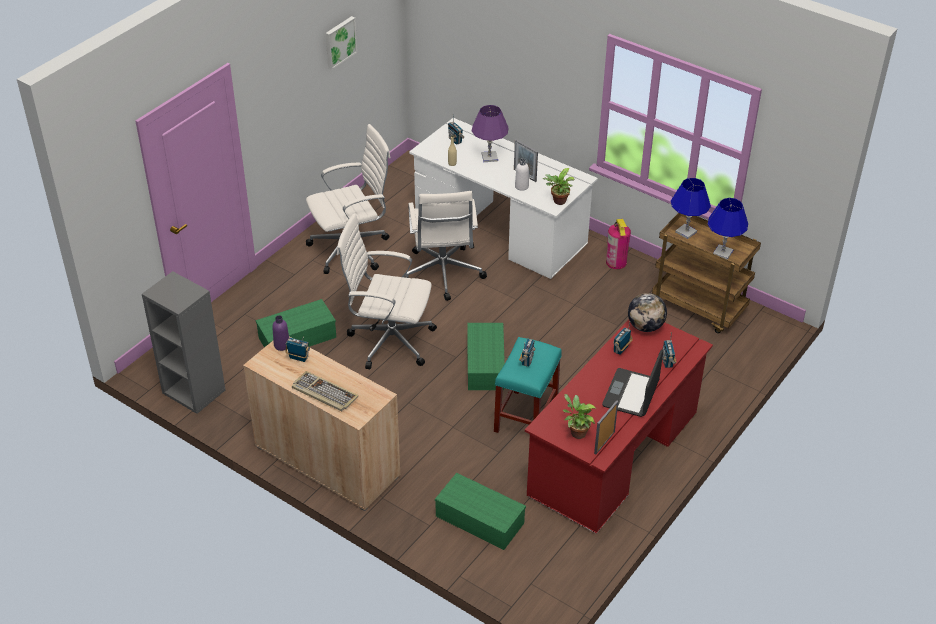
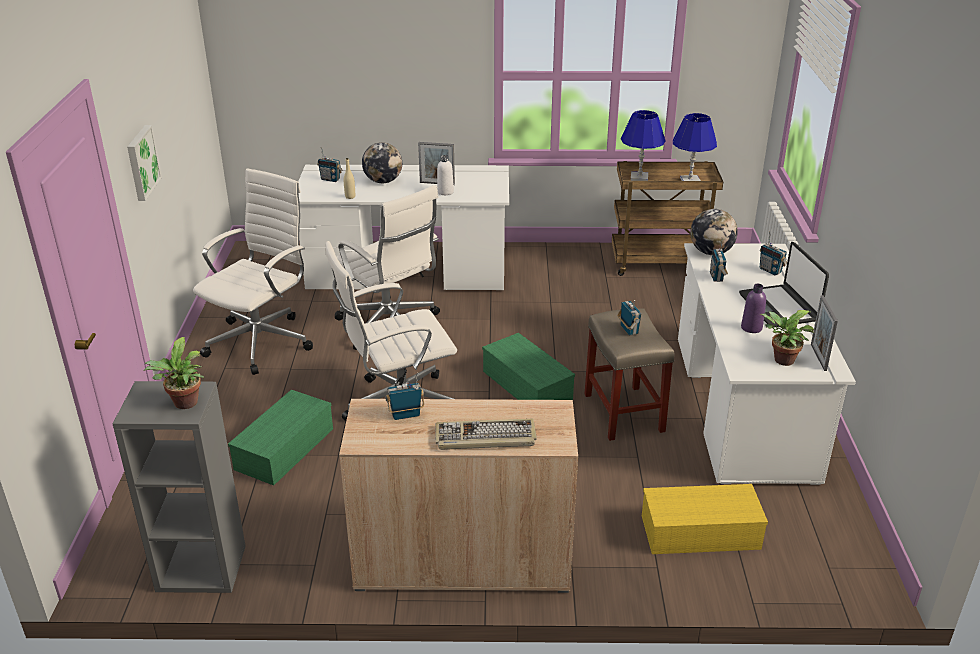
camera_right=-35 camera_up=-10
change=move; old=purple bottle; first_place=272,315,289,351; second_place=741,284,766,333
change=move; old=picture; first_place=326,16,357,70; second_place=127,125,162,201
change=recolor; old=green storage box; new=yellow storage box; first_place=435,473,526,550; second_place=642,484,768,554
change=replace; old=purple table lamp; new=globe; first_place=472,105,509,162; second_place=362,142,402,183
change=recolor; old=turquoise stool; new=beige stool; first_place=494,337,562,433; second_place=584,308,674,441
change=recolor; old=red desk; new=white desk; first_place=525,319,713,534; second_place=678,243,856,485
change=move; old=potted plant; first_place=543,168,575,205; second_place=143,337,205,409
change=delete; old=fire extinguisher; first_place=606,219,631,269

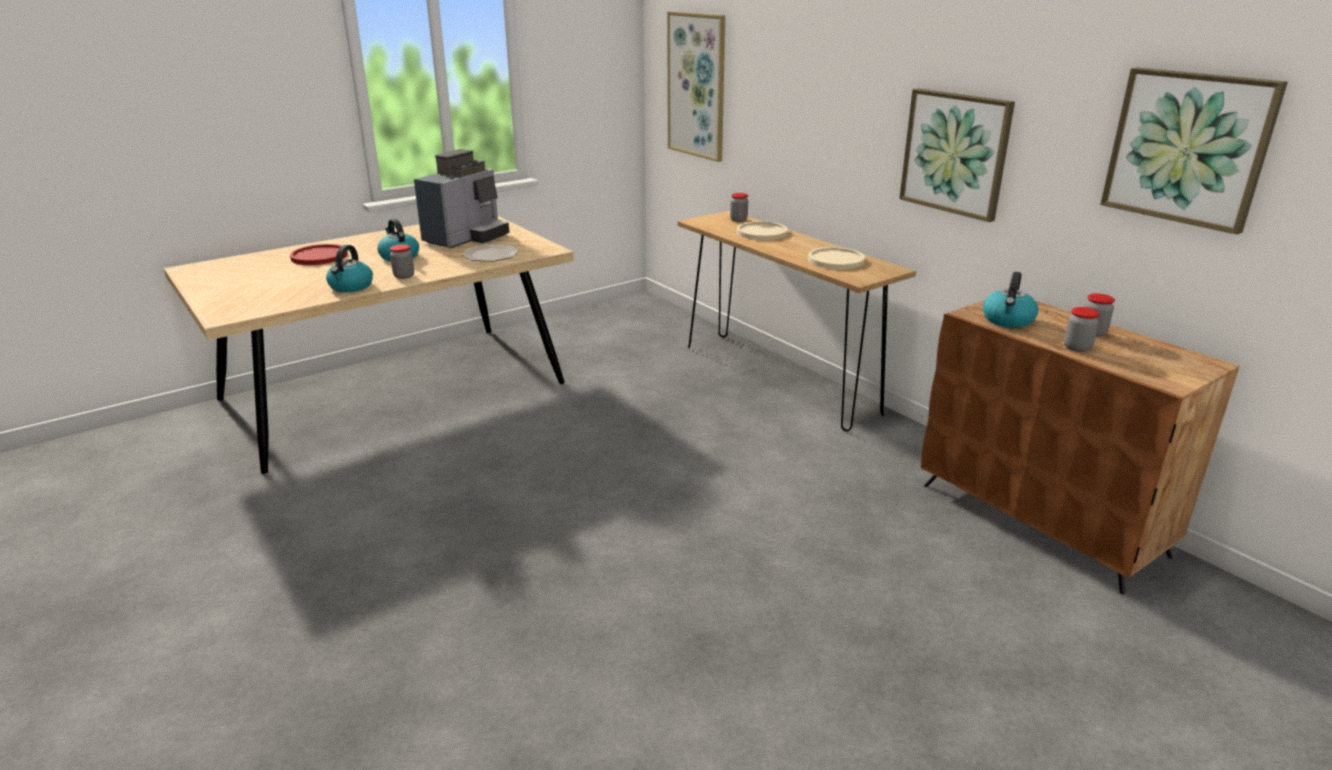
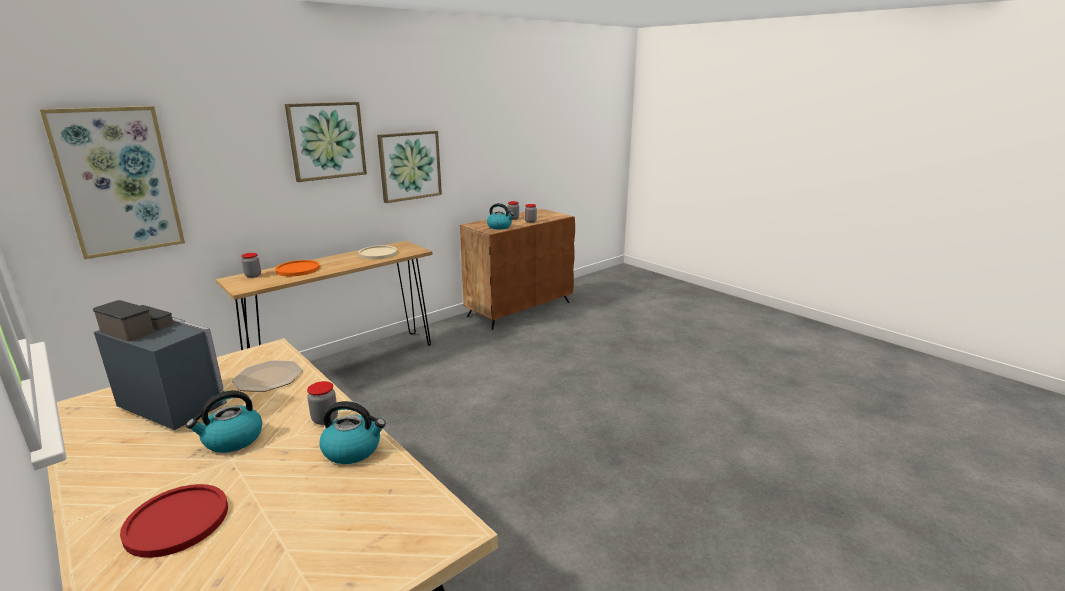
camera_right=-95 camera_up=-5
change=recolor; old=beige plate; new=orange plate; first_place=737,221,788,240; second_place=275,260,320,276
change=move; old=picture; first_place=1100,67,1288,235; second_place=285,102,367,182

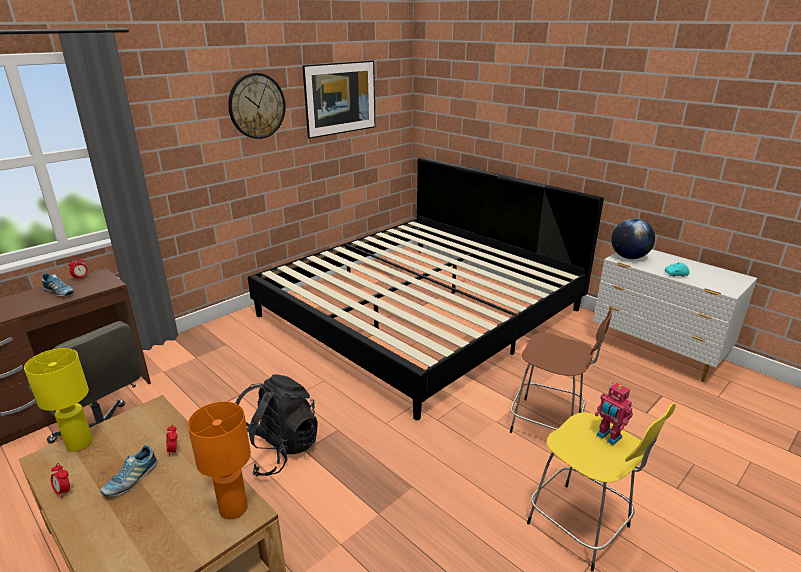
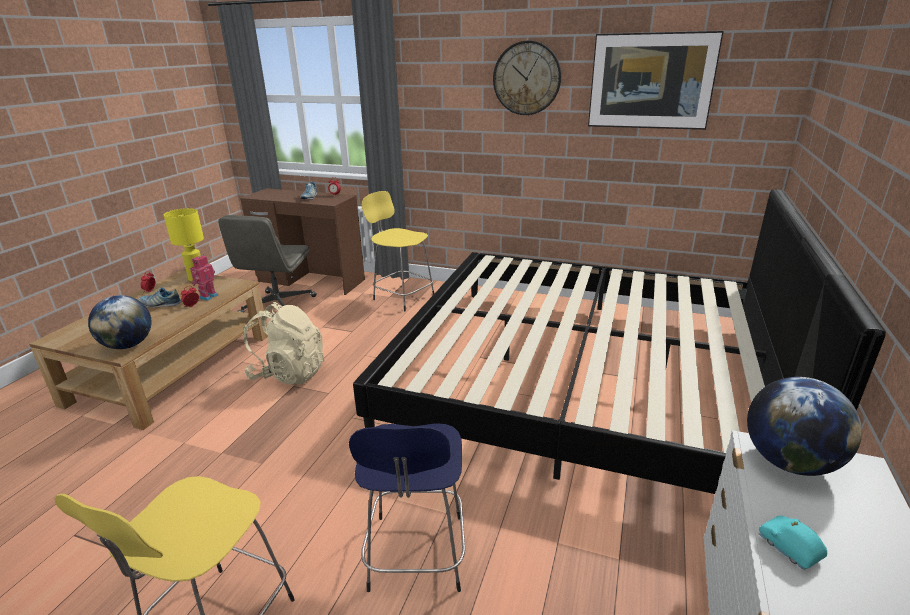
camera_right=65 camera_up=0
change=replace; old=orange table lamp; new=globe; first_place=188,401,251,519; second_place=88,295,152,349
change=recolor; old=black backpack; new=beige backpack; first_place=236,374,318,477; second_place=244,302,325,385
change=recolor; old=brown stool; new=blue stool; first_place=510,306,612,433; second_place=349,423,465,592
change=move; old=toy robot; first_place=595,382,633,445; second_place=190,254,218,301
change=insert; new=yellow stool; second_place=362,191,434,312

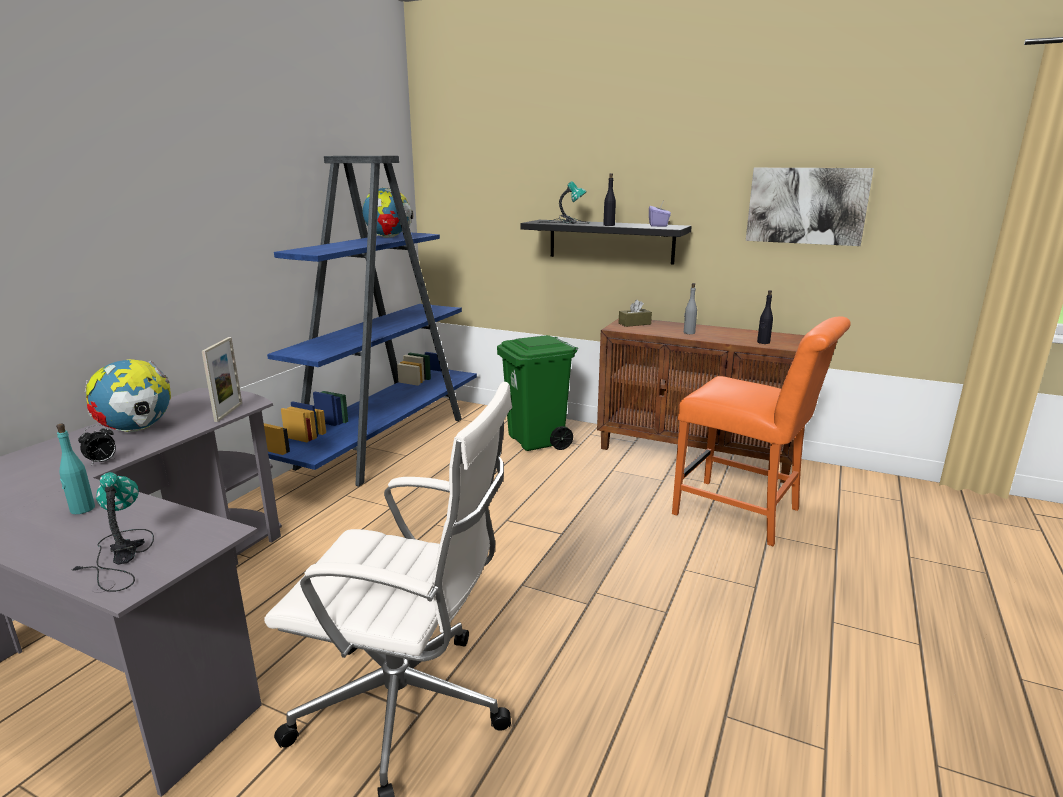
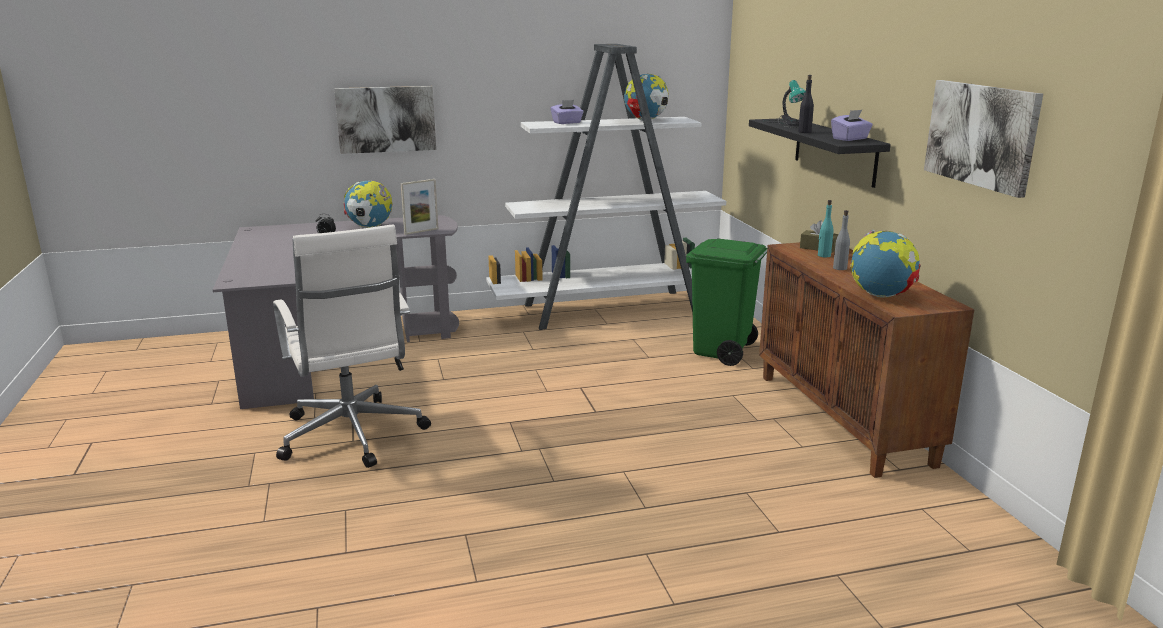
camera_right=50 camera_up=0
change=move; old=turquoise bottle; first_place=56,424,95,514; second_place=818,200,833,257
change=delete; old=table lamp; first_place=71,472,154,592
change=recolor; old=blue bookcase; new=white bookcase; first_place=264,156,477,487; second_place=486,44,726,330
change=delete; old=orange chair; first_place=672,317,851,546
change=replace; old=black bottle; new=globe; first_place=757,290,773,344; second_place=850,230,920,298
change=insert; new=picture; second_place=334,86,436,154
change=insert; new=purple tissue box; second_place=550,100,584,124

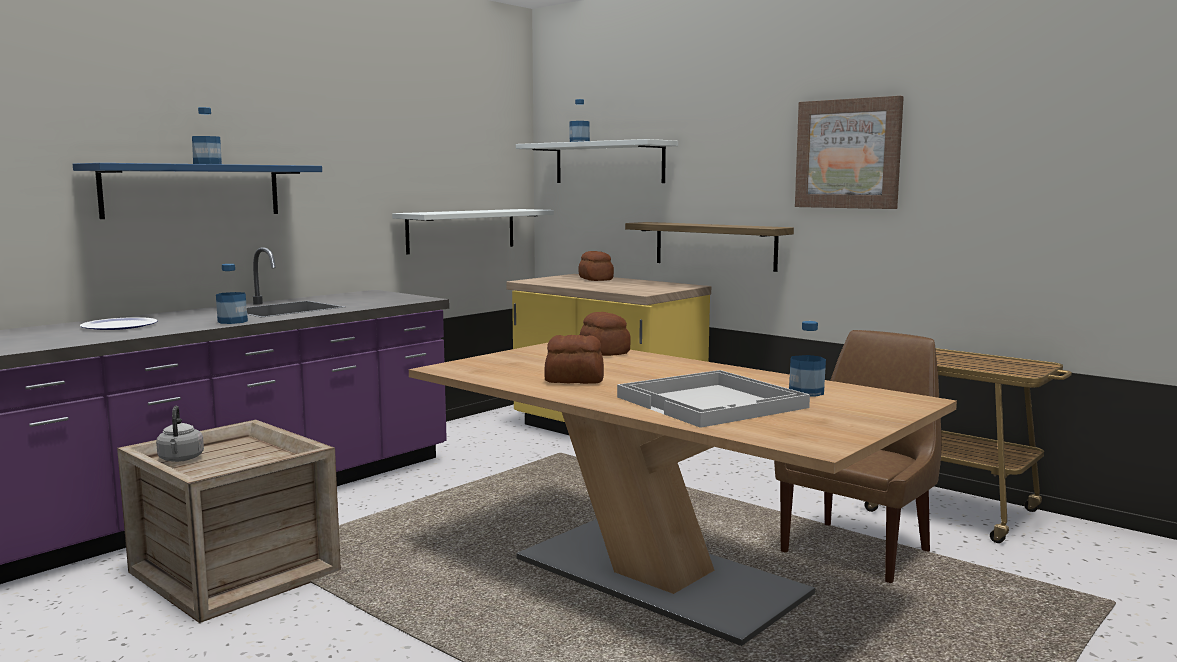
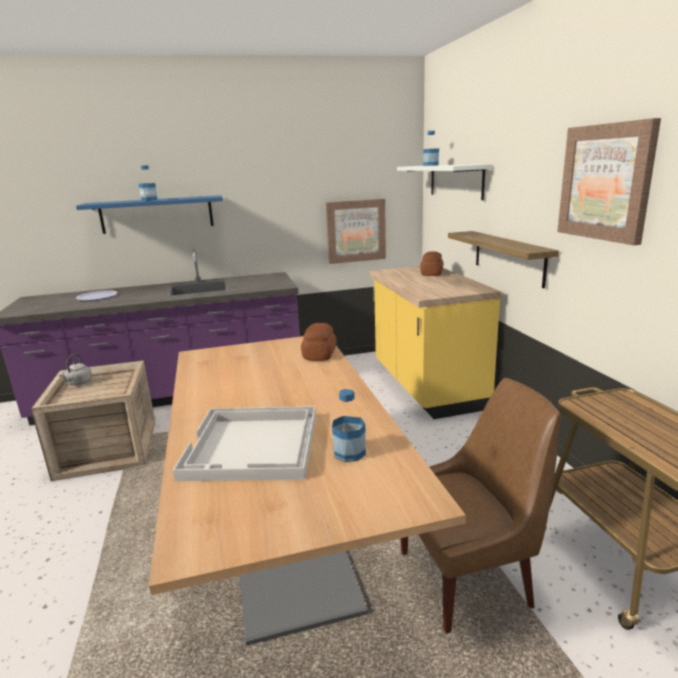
camera_right=35 camera_up=10
change=delete; old=bottle; first_place=216,264,248,324
change=replace; old=white shelf; new=picture; first_place=392,209,554,254; second_place=326,199,386,264
change=delete; old=bread; first_place=544,335,604,384

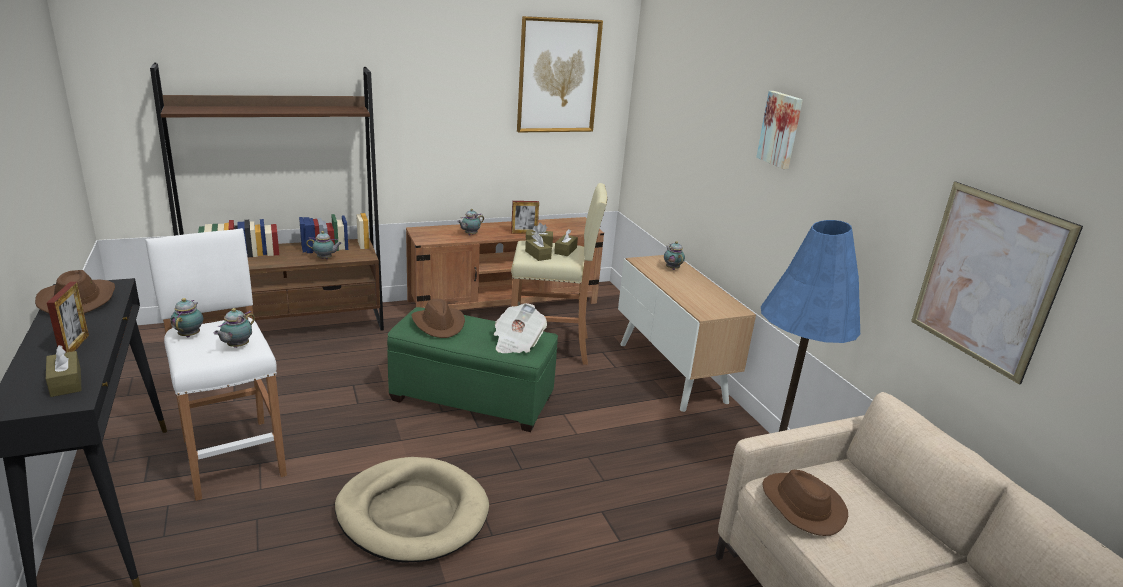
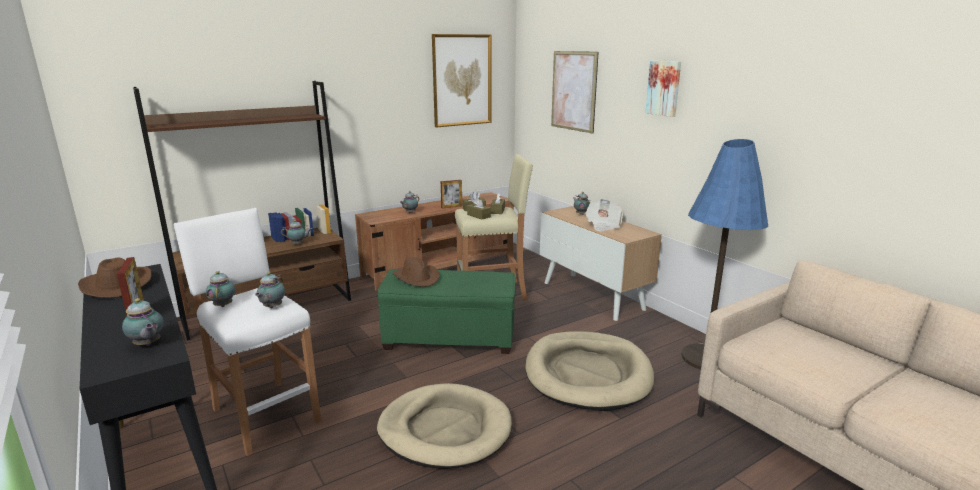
camera_right=-10 camera_up=-5
change=replace; old=brown tissue box; new=teapot; first_place=46,345,82,397; second_place=122,298,164,346
change=move; old=newspaper; first_place=494,303,547,353; second_place=585,199,624,231
change=delete; old=brown hat; first_place=762,470,848,536
change=move; old=picture; first_place=911,181,1083,385; second_place=551,51,599,134
change=insert; new=beige dog bed; second_place=526,331,654,411

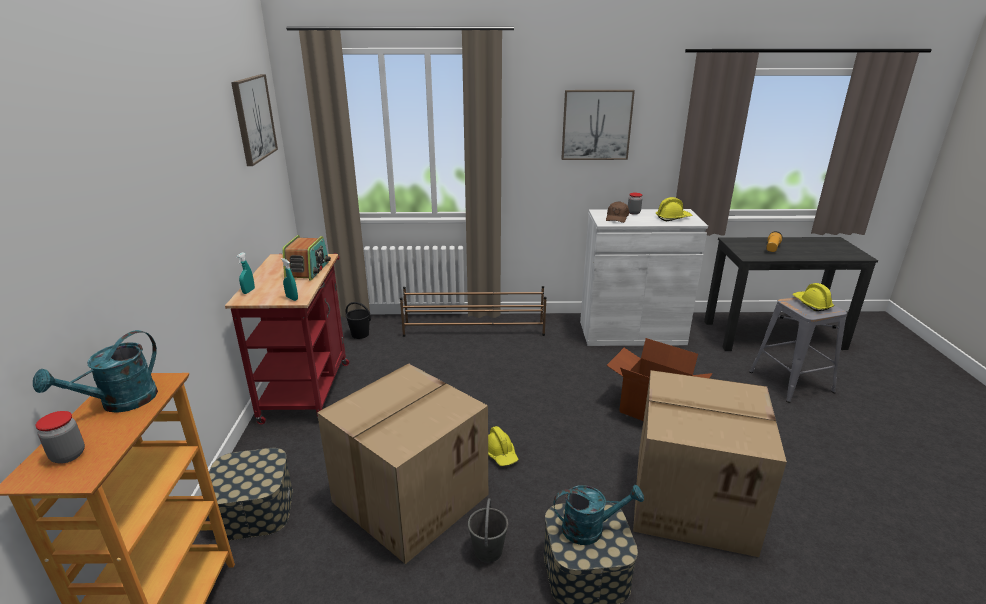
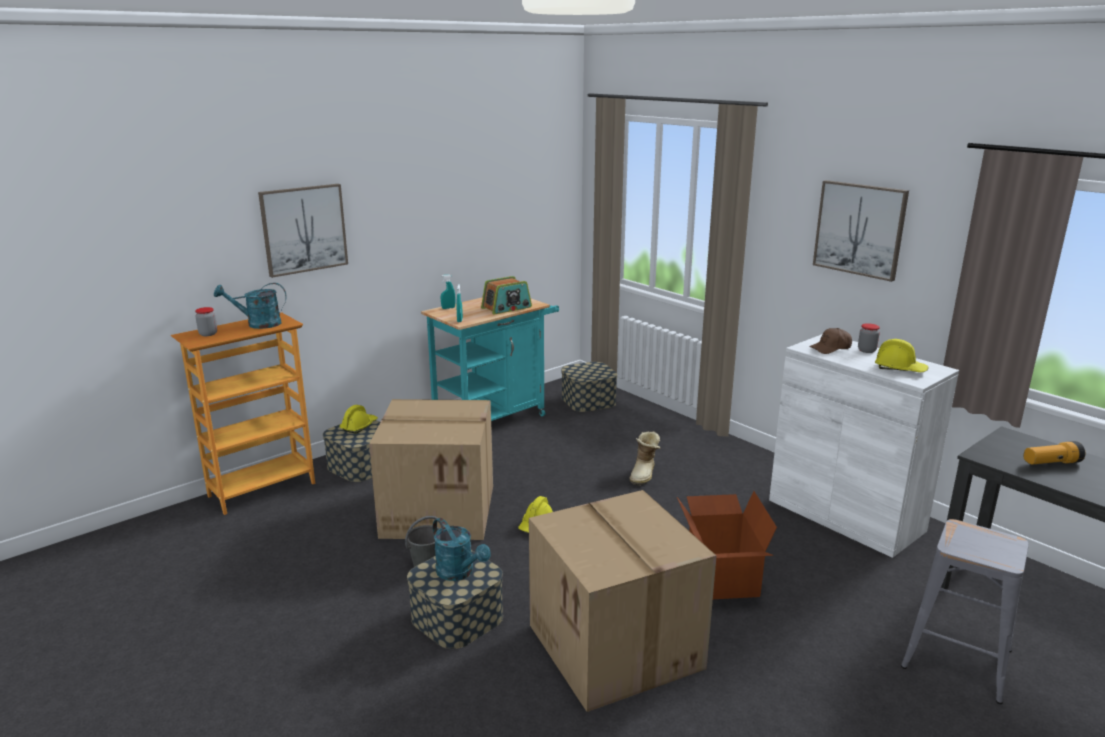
camera_right=50 camera_up=-5
change=recolor; old=red cart; new=turquoise cart; first_place=225,253,349,424; second_place=421,297,559,421
change=move; old=picture; first_place=231,74,278,166; second_place=258,184,348,278
change=replace; old=black bucket; new=storage box; first_place=346,302,371,339; second_place=561,362,618,412
change=delete; old=brown shoe rack; first_place=400,286,547,337
change=move; old=yellow hard hat; first_place=792,283,834,311; second_place=340,405,378,433
change=insert; new=boot; second_place=629,432,660,485

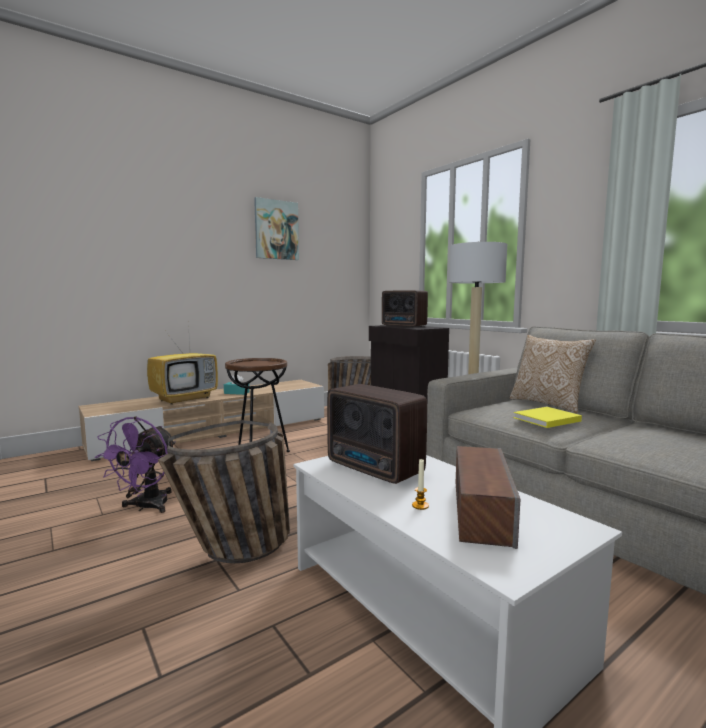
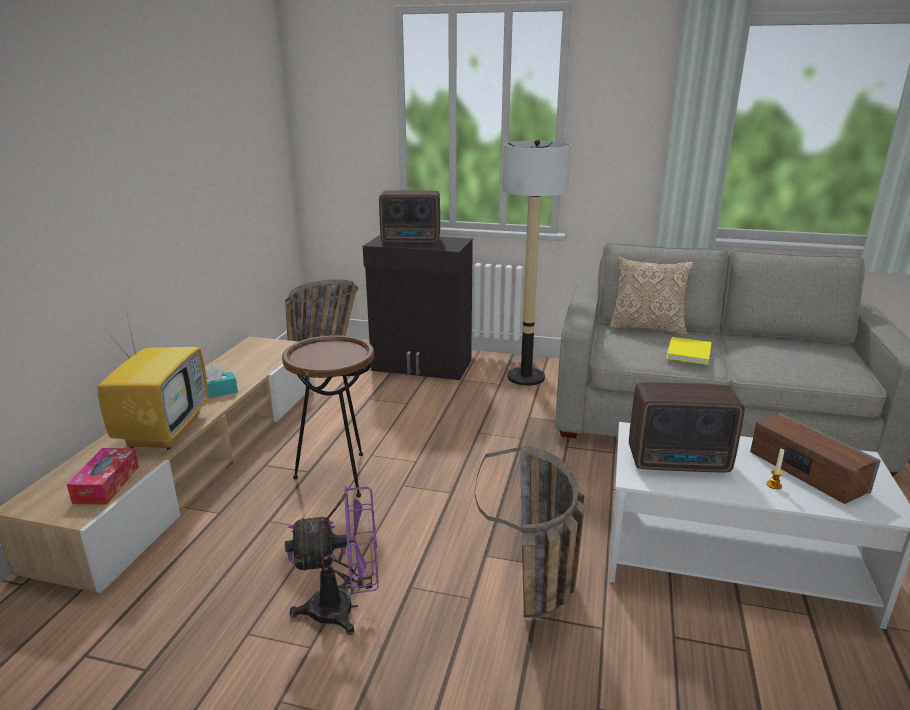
camera_right=-40 camera_up=15
change=rotate; old=purple fan; first_place=95,417,176,513; second_place=285,486,379,635; degrees=-75
change=delete; old=picture; first_place=254,197,299,260
change=insert; new=tissue box; second_place=67,448,139,505

